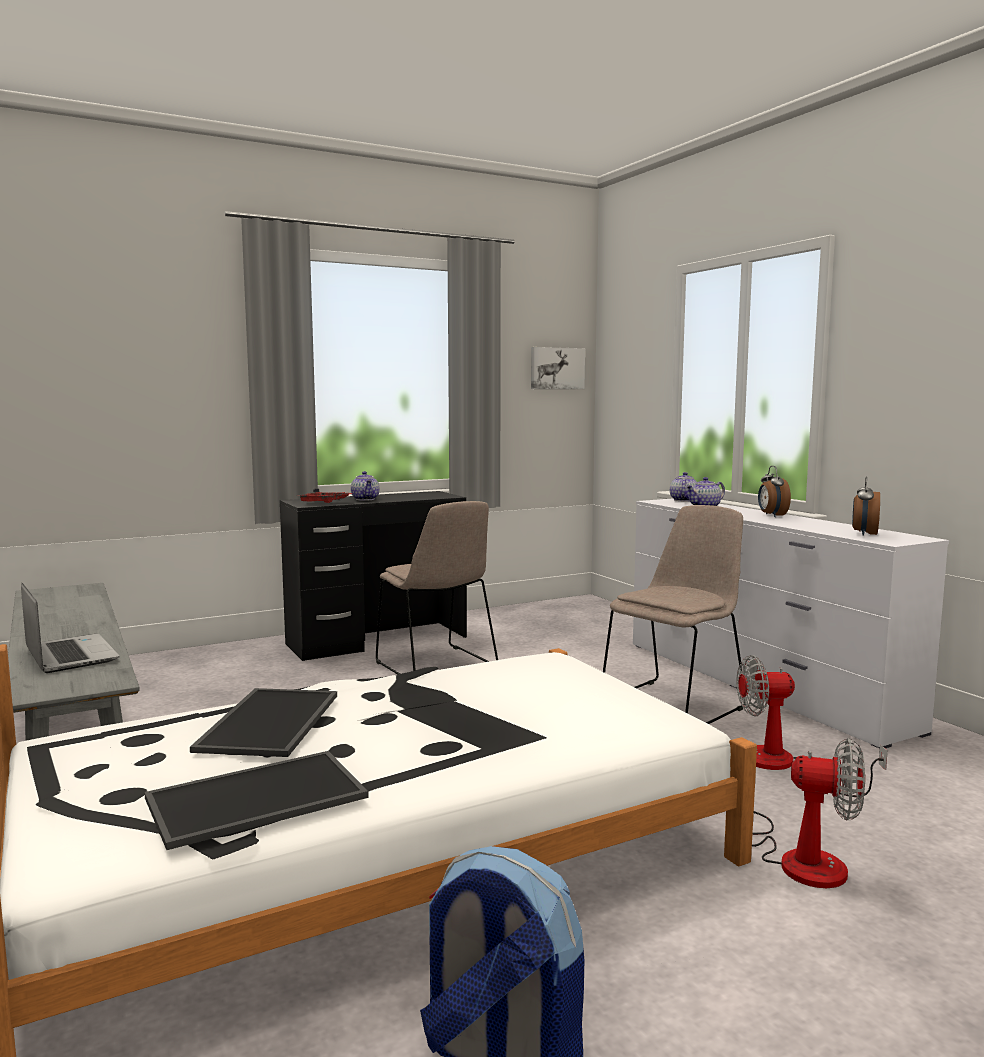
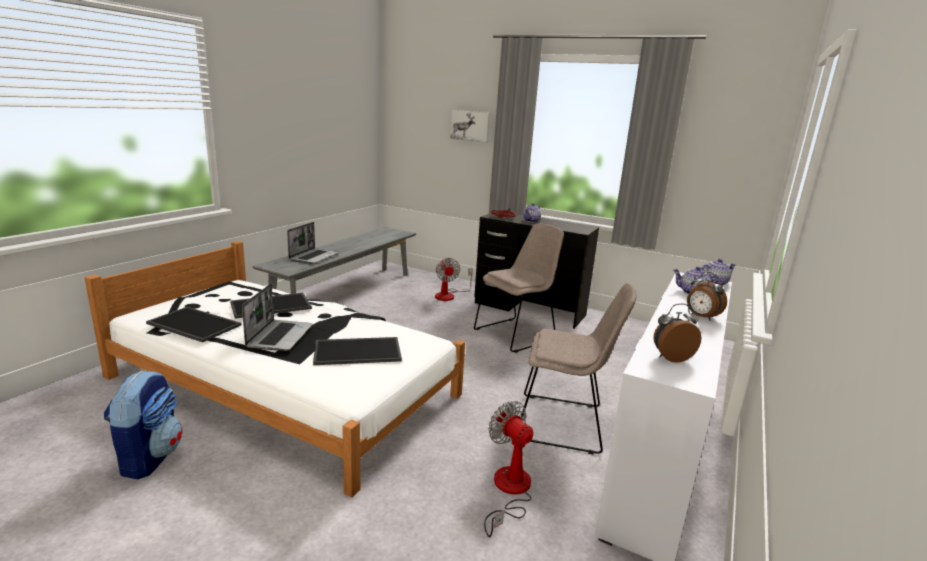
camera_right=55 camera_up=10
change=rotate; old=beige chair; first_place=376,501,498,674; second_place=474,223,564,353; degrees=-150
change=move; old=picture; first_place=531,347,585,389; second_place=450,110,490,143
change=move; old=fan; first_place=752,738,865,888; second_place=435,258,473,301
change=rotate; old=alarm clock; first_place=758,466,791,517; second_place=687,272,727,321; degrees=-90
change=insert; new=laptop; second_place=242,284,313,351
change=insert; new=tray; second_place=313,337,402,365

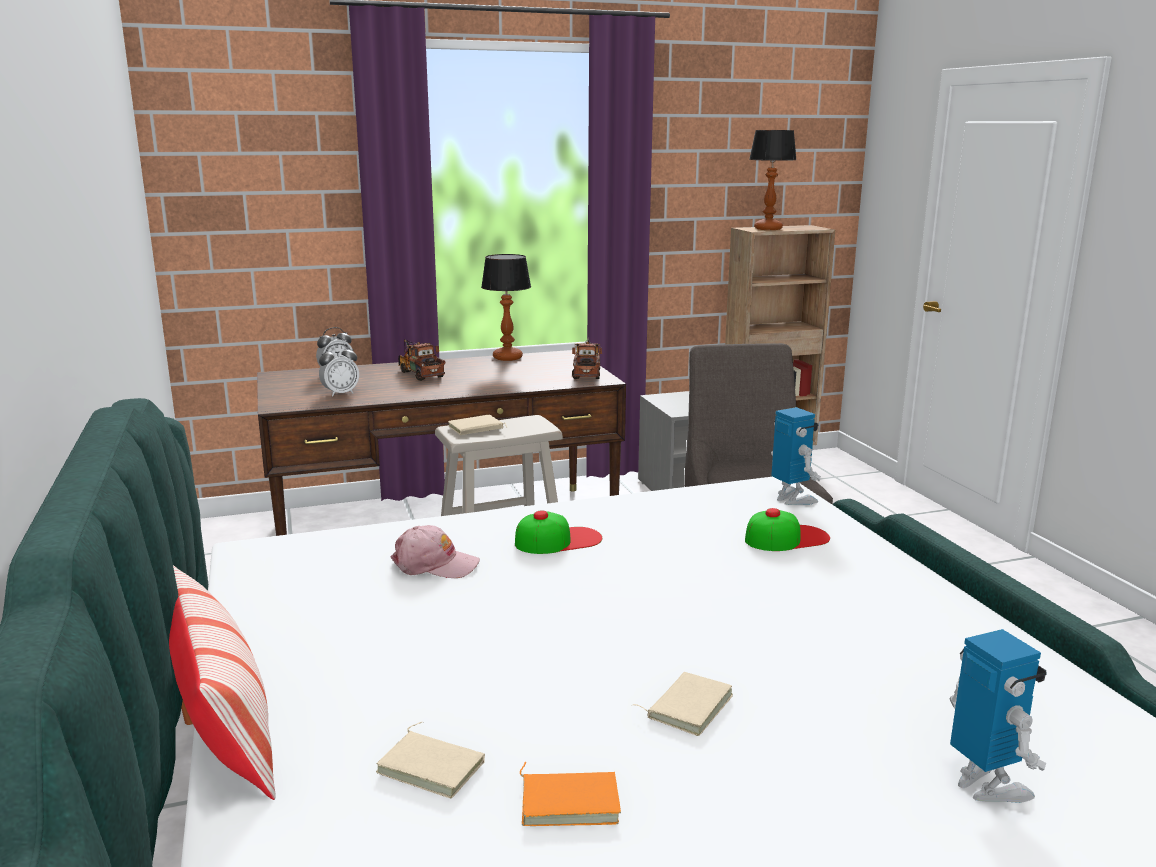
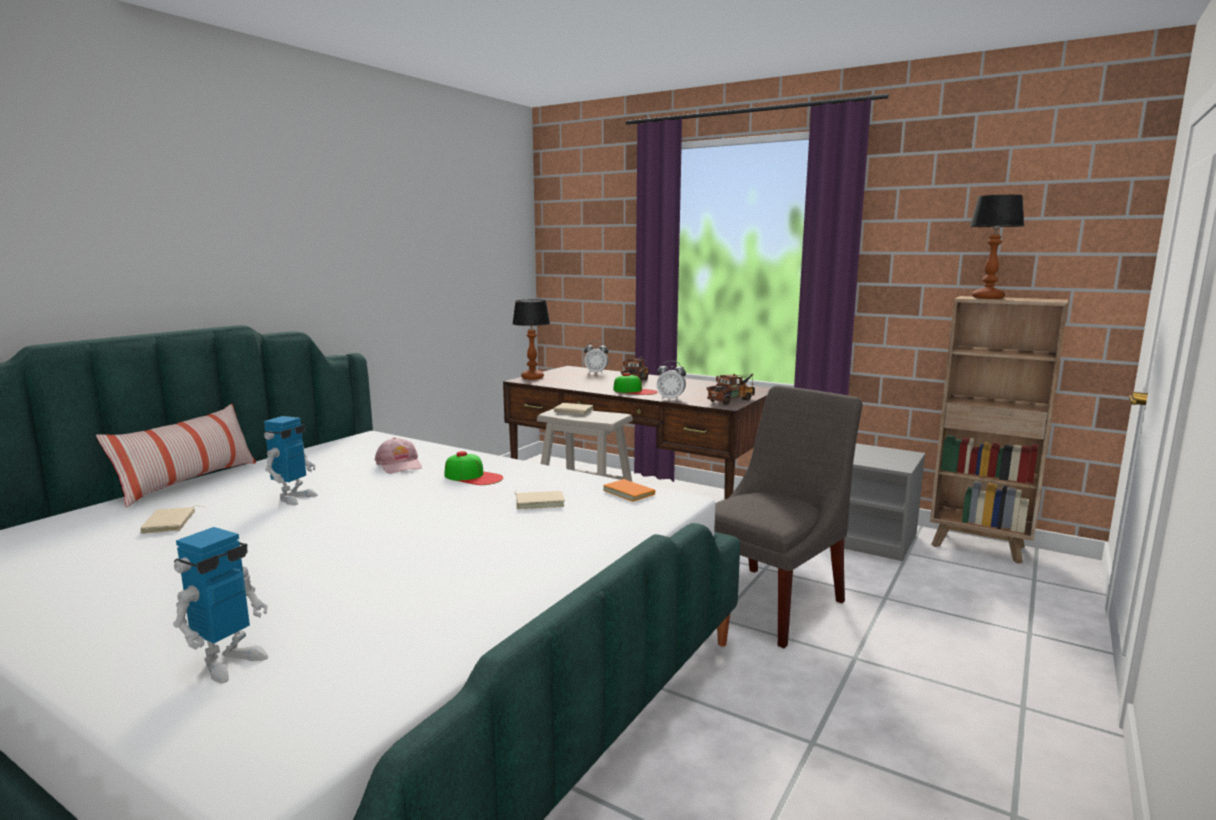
camera_right=50 camera_up=-5
change=move; old=alarm clock; first_place=319,344,359,397; second_place=657,361,686,401
change=move; old=table lamp; first_place=481,254,531,361; second_place=512,300,550,380
change=move; old=orange book; first_place=520,762,621,826; second_place=603,477,656,502
change=move; old=beige book; first_place=633,672,733,736; second_place=514,490,565,509
change=move; old=cap; first_place=745,508,830,551; second_place=613,373,658,395
change=move; old=toy robot; first_place=771,407,821,505; second_place=264,416,318,505

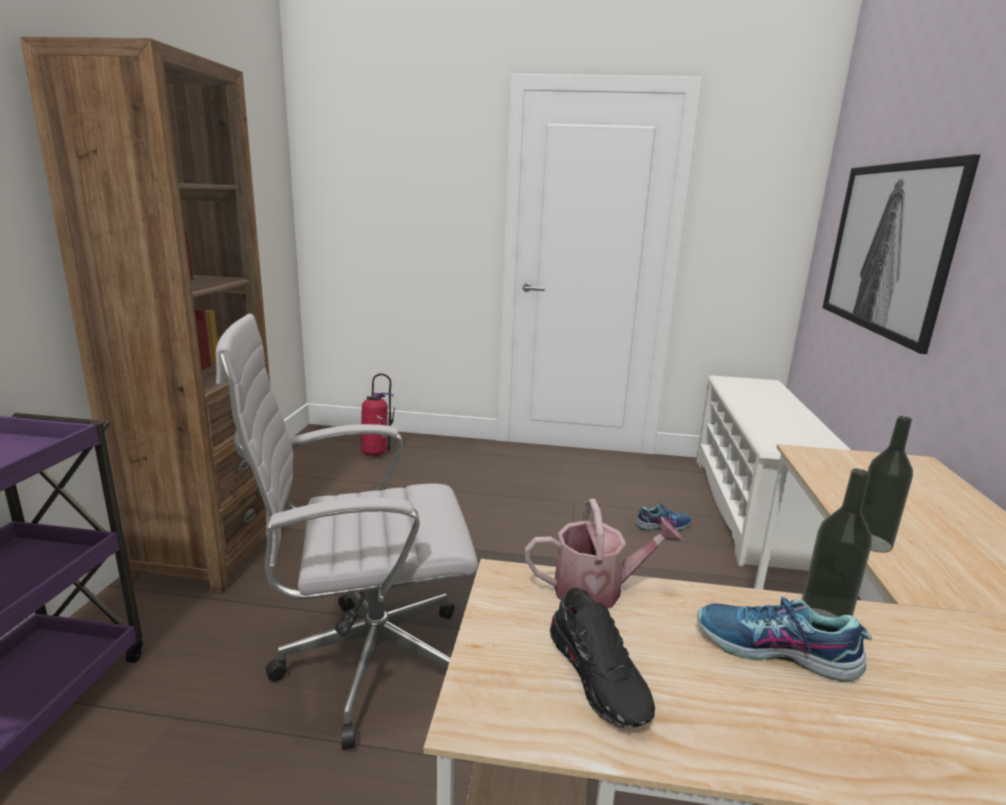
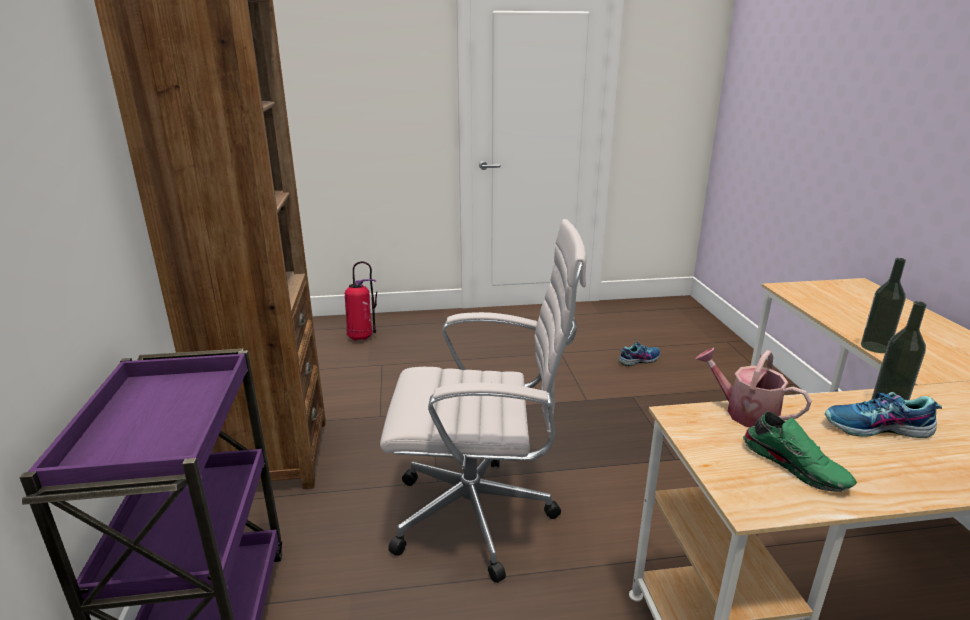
camera_right=-15 camera_up=5
change=rotate; old=white office chair; first_place=216,314,478,750; second_place=380,219,586,583; degrees=-150
change=rotate; old=watering can; first_place=525,499,683,609; second_place=695,348,812,427; degrees=-120
change=recolor; old=black shoe; new=green shoe; first_place=550,588,655,729; second_place=743,411,857,492
change=delete; old=white shoe rack; first_place=696,375,850,571
change=delete; old=picture; first_place=822,154,980,354

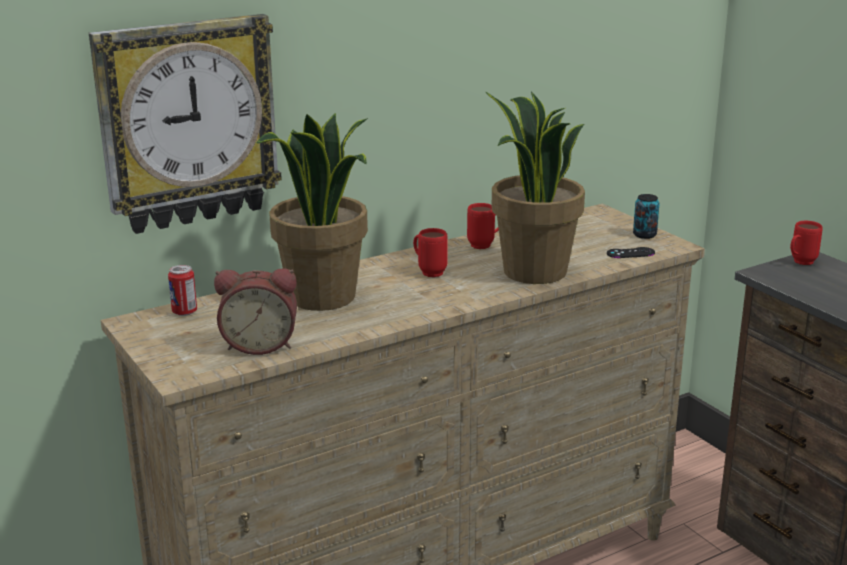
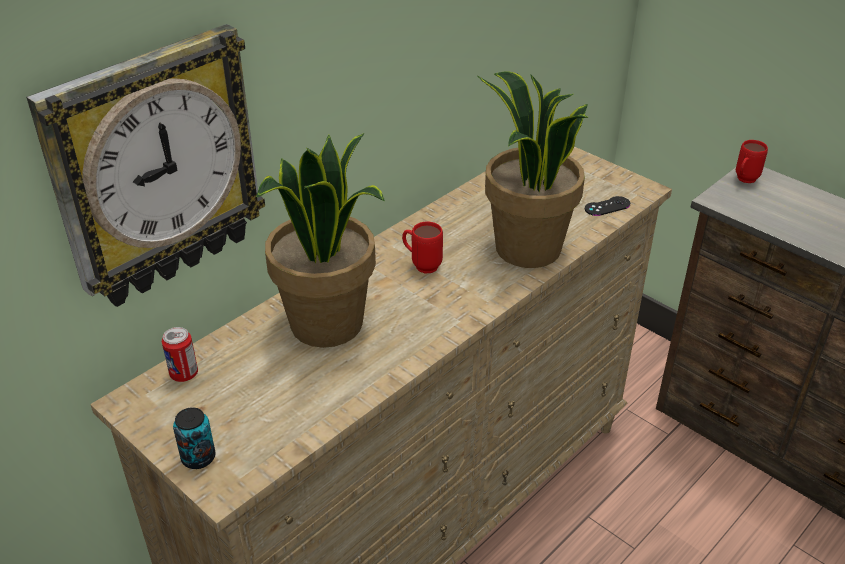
camera_right=-15 camera_up=15
change=delete; old=alarm clock; first_place=214,268,297,355
change=delete; old=red mug; first_place=467,203,499,249
change=move; old=can; first_place=633,194,660,239; second_place=173,407,216,469

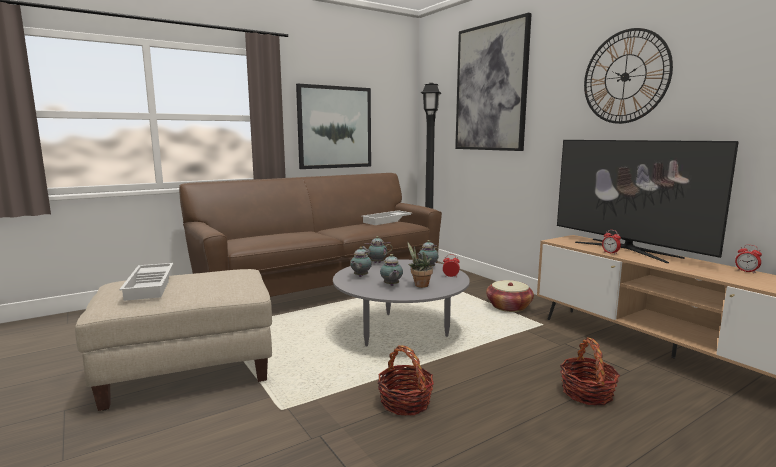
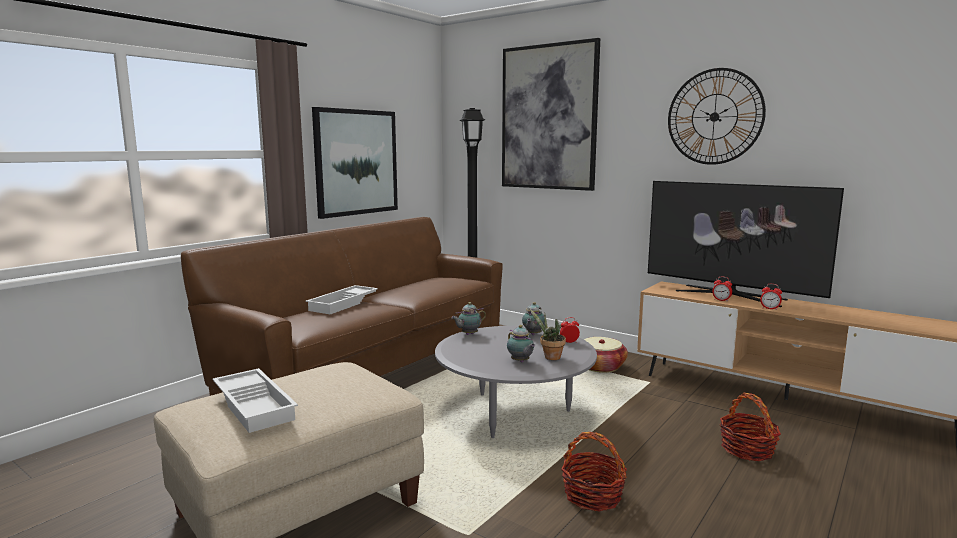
camera_right=-20 camera_up=0
change=delete; old=teapot; first_place=350,247,372,277
change=move; old=white tray; first_place=362,210,411,225; second_place=305,285,378,314
change=move; old=alarm clock; first_place=735,245,762,273; second_place=760,284,782,310

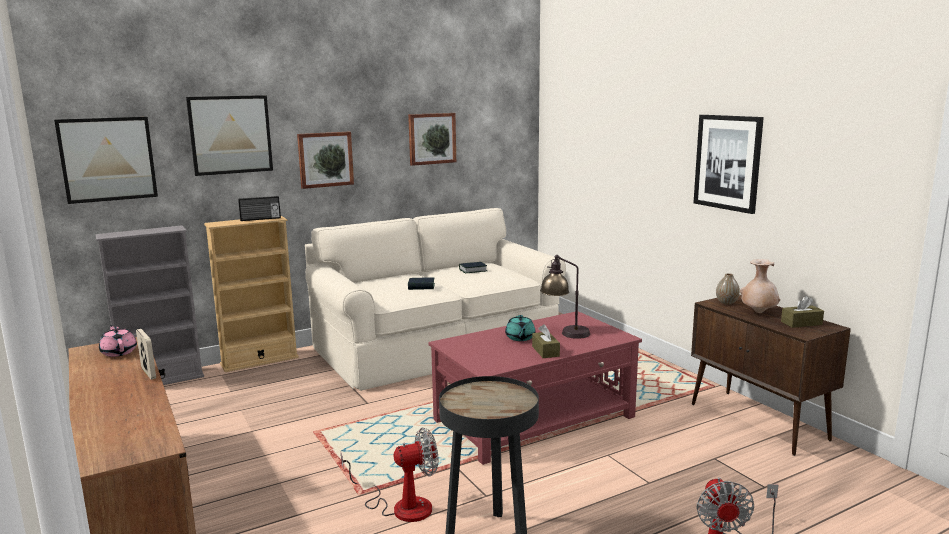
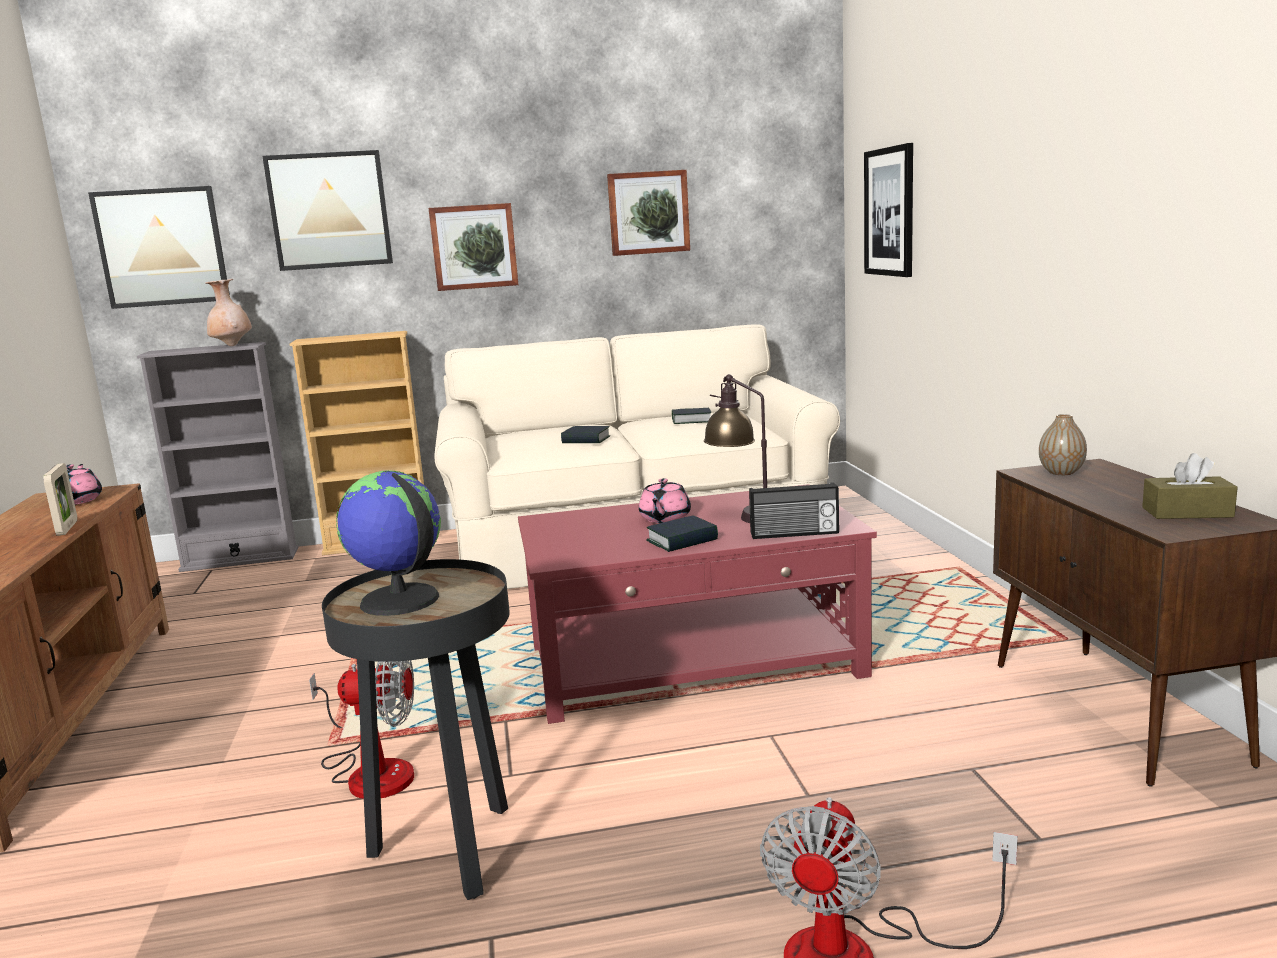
camera_right=20 camera_up=0
change=move; old=radio; first_place=238,196,281,221; second_place=749,482,839,539
change=recolor; old=turquoise teapot; new=pink teapot; first_place=505,315,536,341; second_place=639,478,691,523
change=replace; old=brown tissue box; new=book; first_place=532,324,560,358; second_place=646,515,718,552
change=move; old=picture; first_place=694,115,764,214; second_place=864,143,913,277
change=move; old=beige vase; first_place=740,259,781,313; second_place=205,279,252,346
change=insert; new=globe; second_place=336,471,441,616

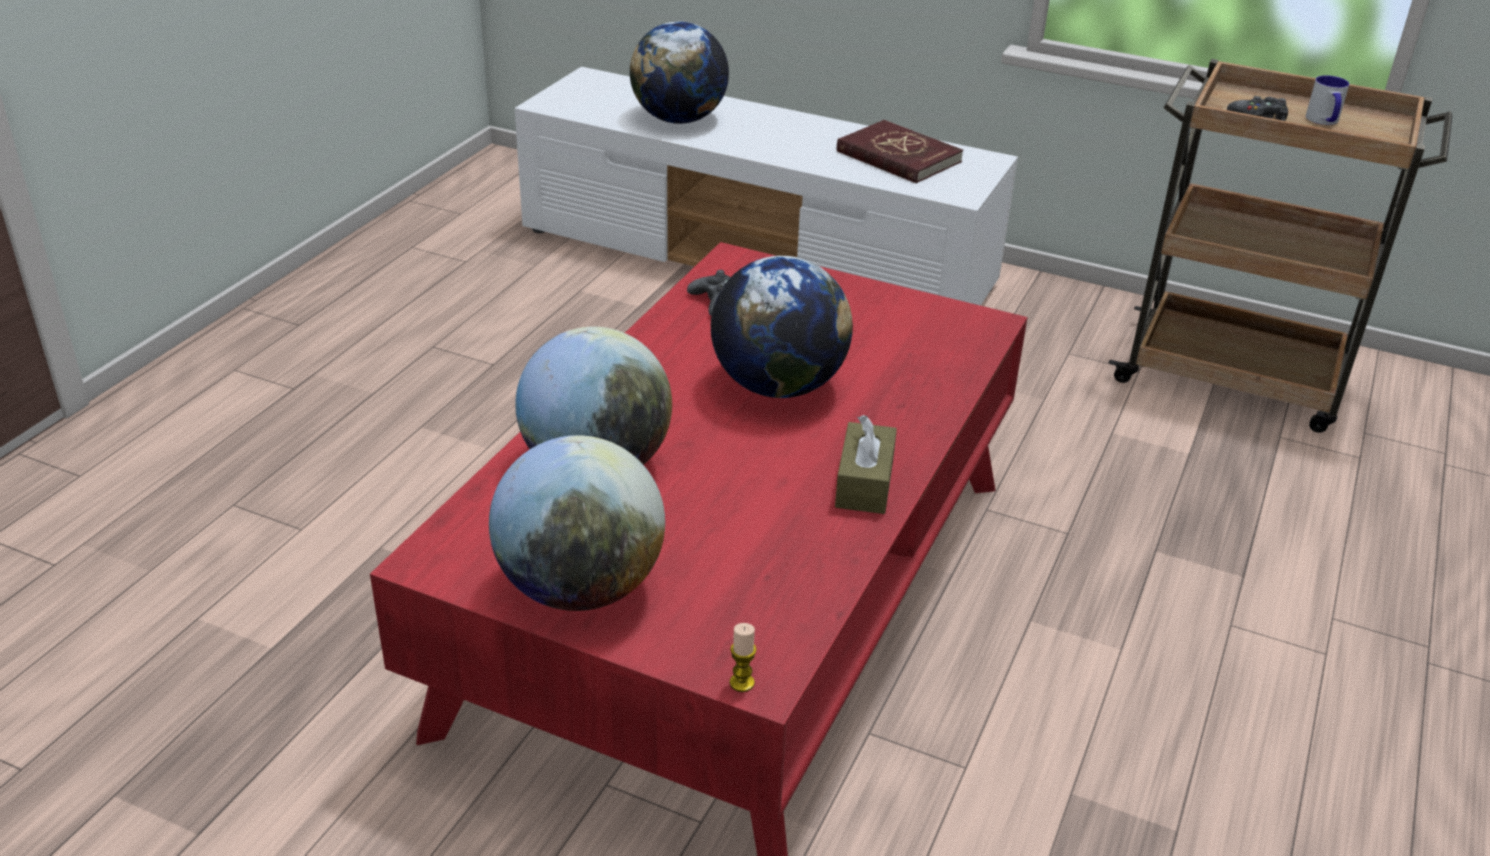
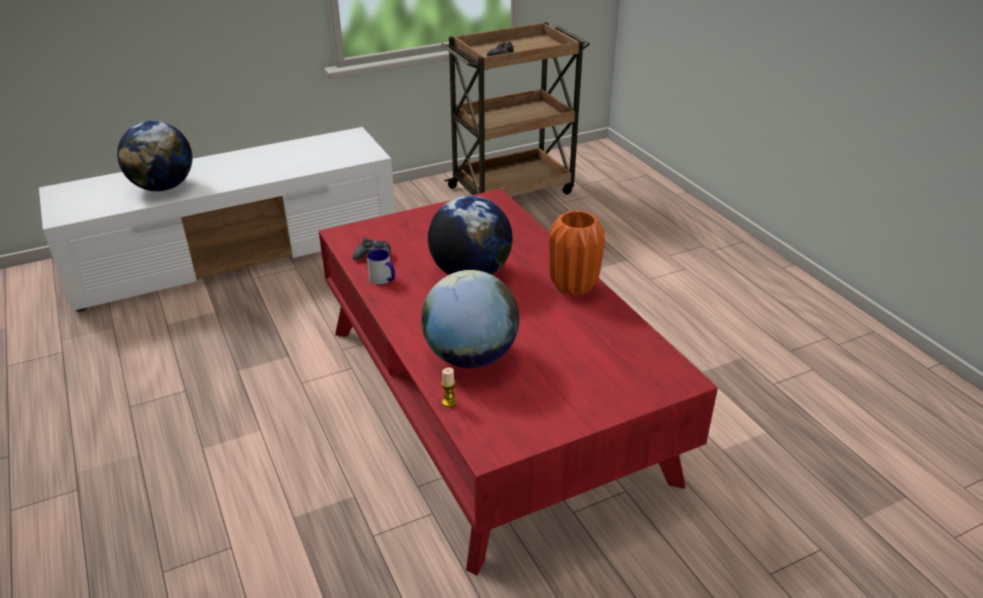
camera_right=-50 camera_up=0
change=delete; old=globe; first_place=489,435,665,611
change=move; old=candle; first_place=730,623,757,692; second_place=441,368,456,407
change=replace; old=brown tissue box; new=orange vase; first_place=835,415,897,514; second_place=549,210,605,296
change=delete; old=red book; first_place=837,120,963,184
change=move; old=mug; first_place=1306,75,1349,125; second_place=367,249,395,285

